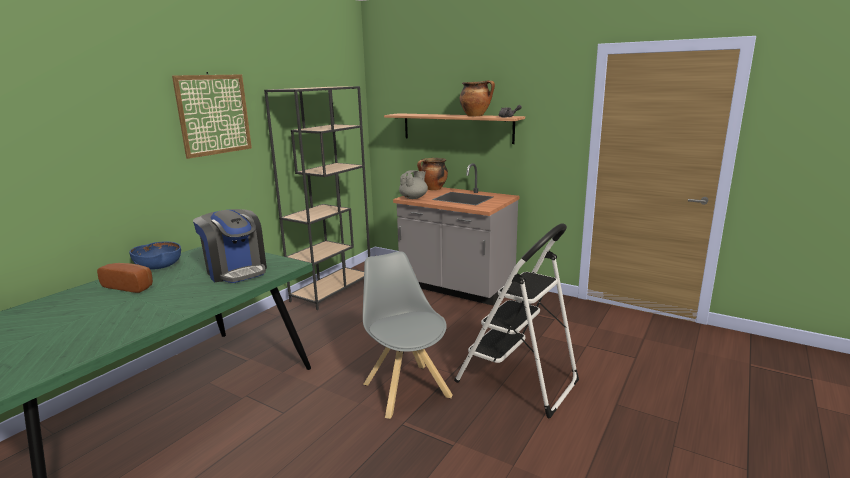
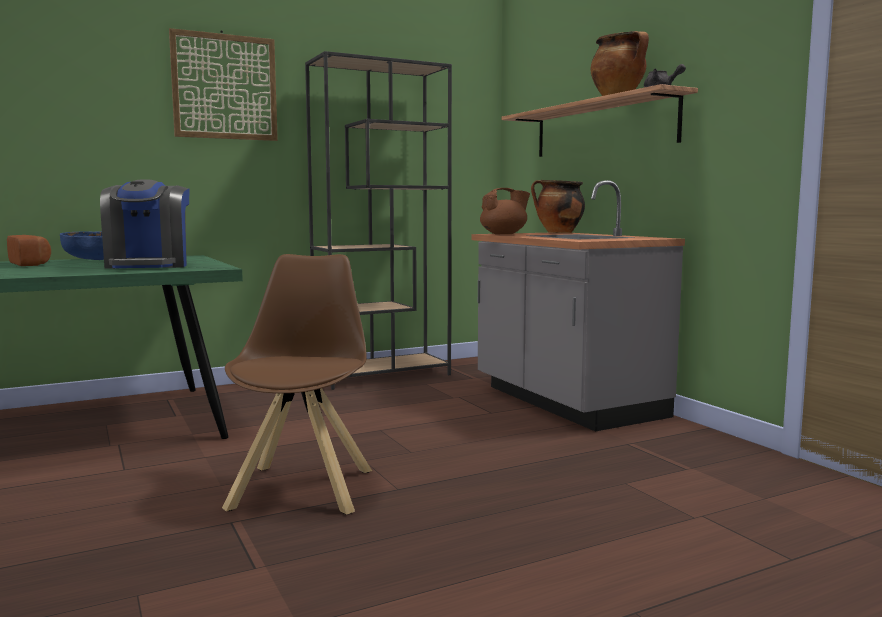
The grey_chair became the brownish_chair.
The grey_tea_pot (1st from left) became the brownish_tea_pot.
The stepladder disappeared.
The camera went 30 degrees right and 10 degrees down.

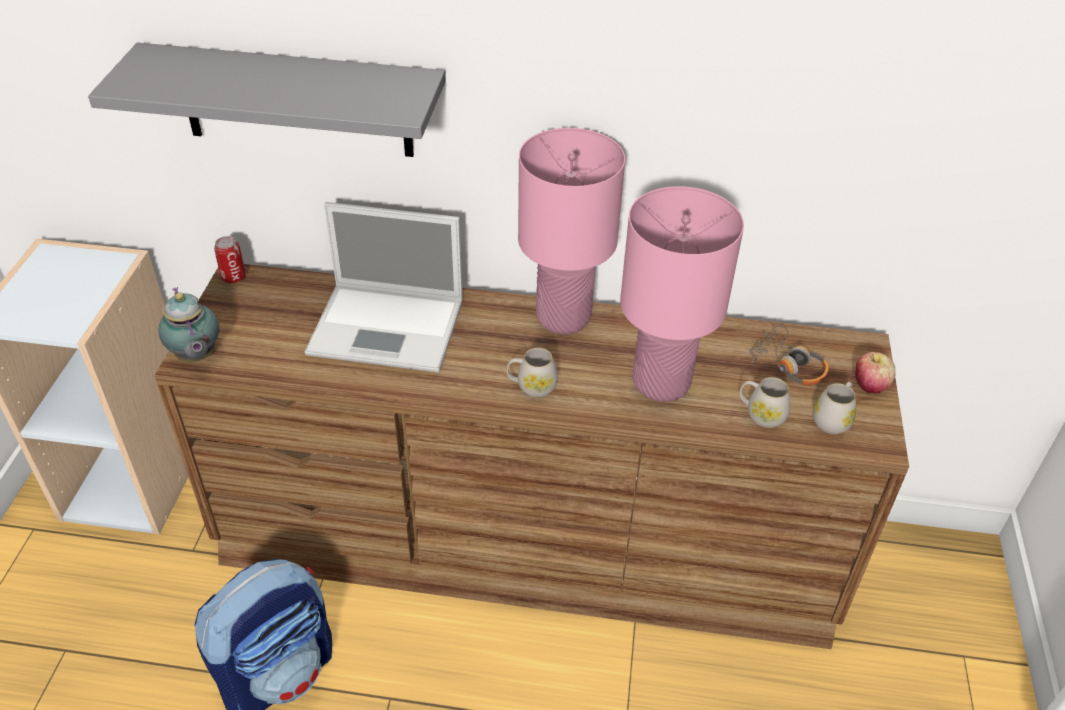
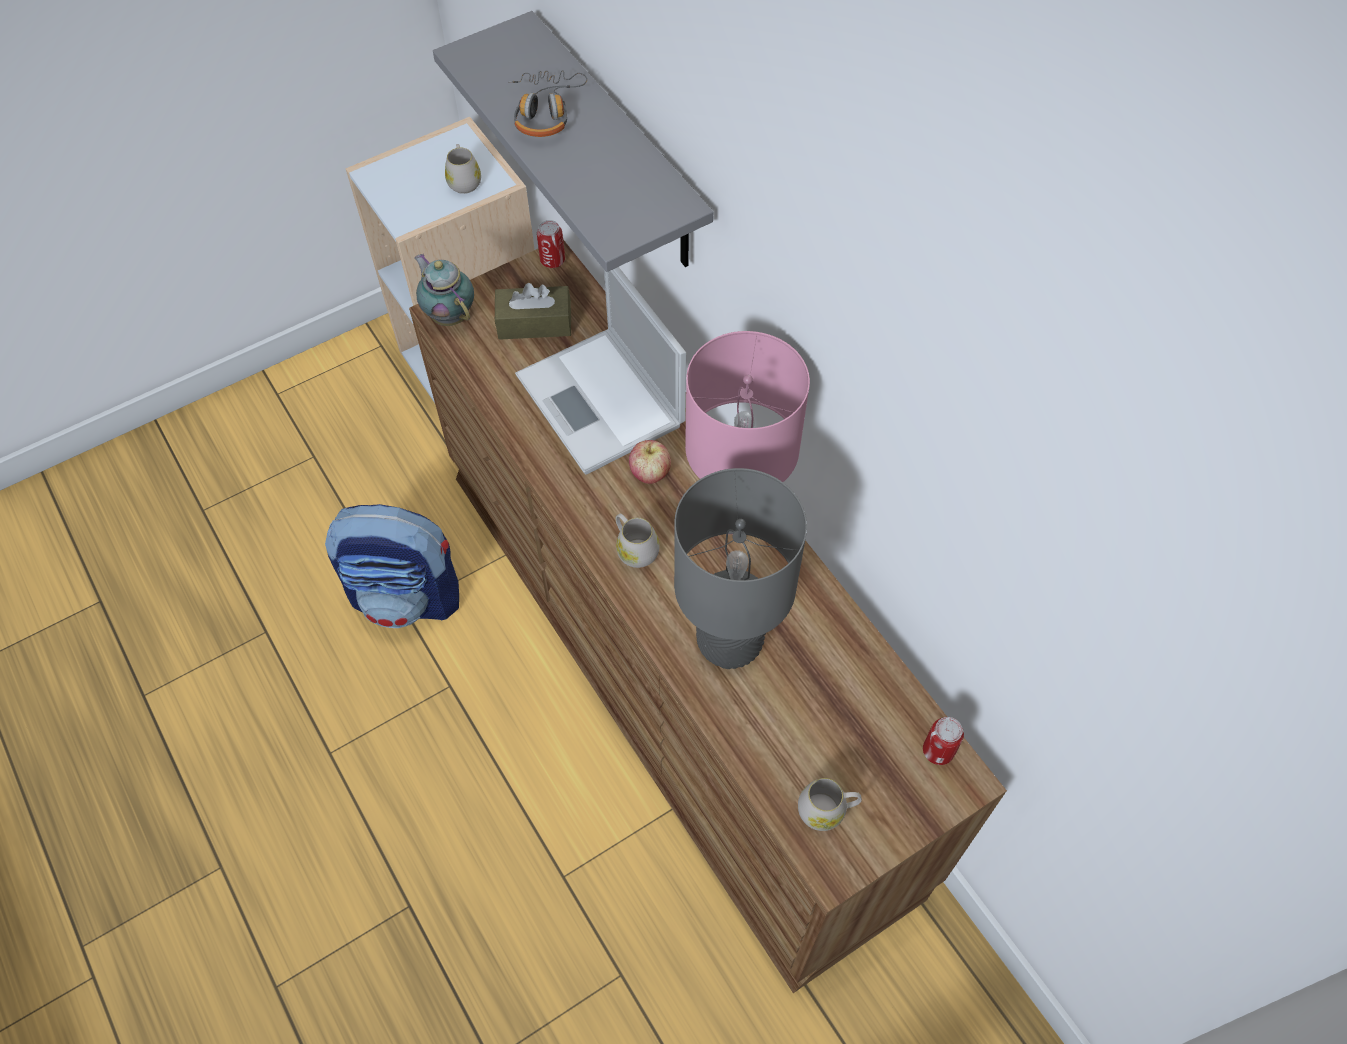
The tea_pot turned 120 degrees clockwise.
The white-coloured_tea_mug (2nd from left in the first image) moved.
The brownish_tissue_box appeared.
The headphones moved.
The apple_fruit moved.
The pinkish_tabletop_lamp (2nd from left) became the grey_tabletop_lamp.
The metal_can (2nd from left) appeared.
The camera went 50 degrees right and 15 degrees up.

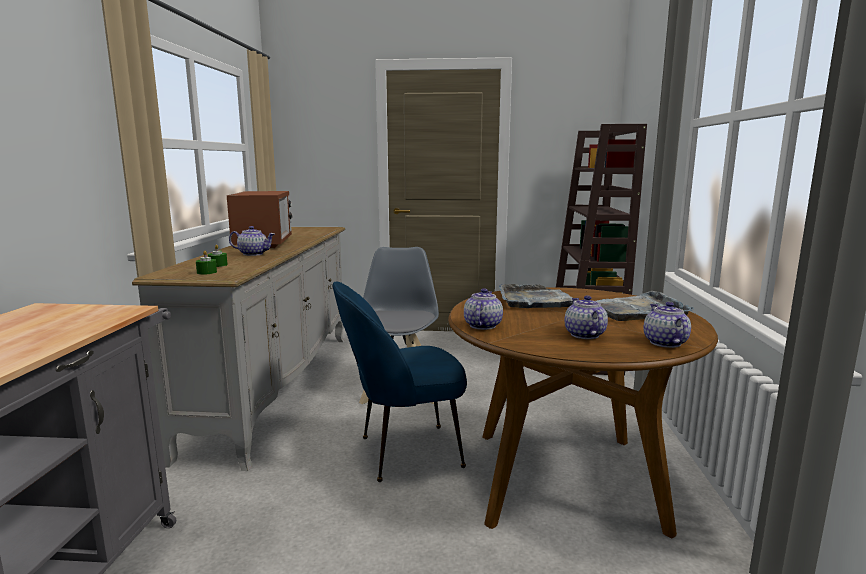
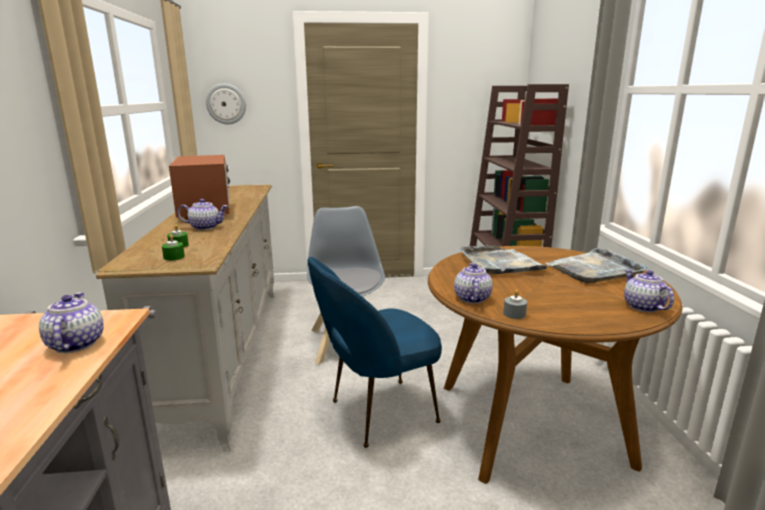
The tea_pot (3rd from left in the first image) moved.
The wall_clock appeared.
The grey_wax_light appeared.
The camera went 10 degrees left and 5 degrees up.

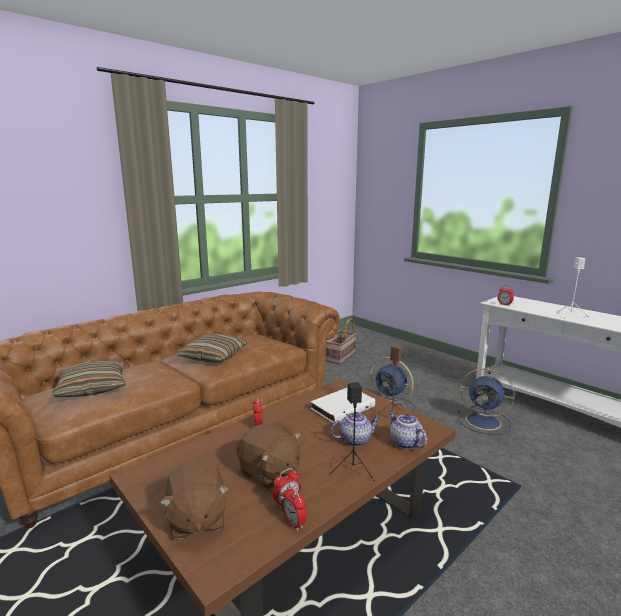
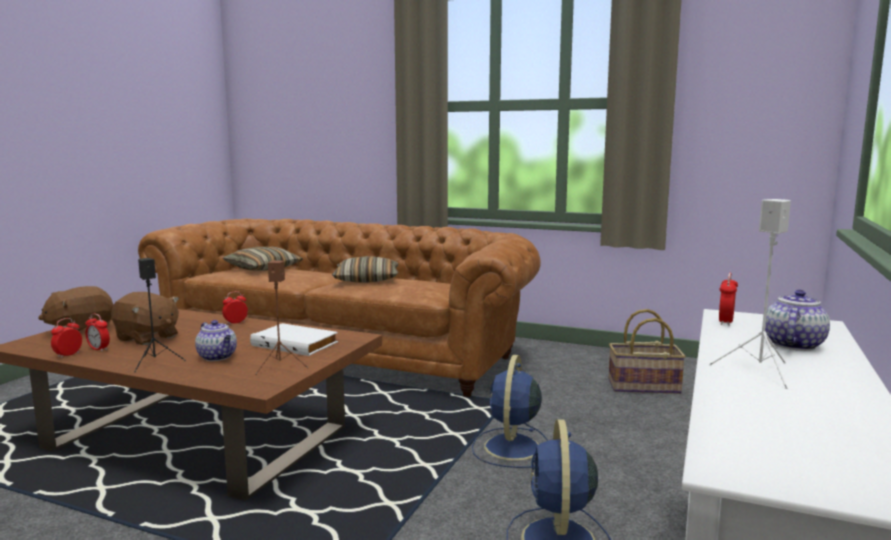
The brownish_plush_toy (2nd from left) turned 75 degrees counterclockwise.
The tea_pot (2nd from left) moved.
The camera went 65 degrees right and 5 degrees down.

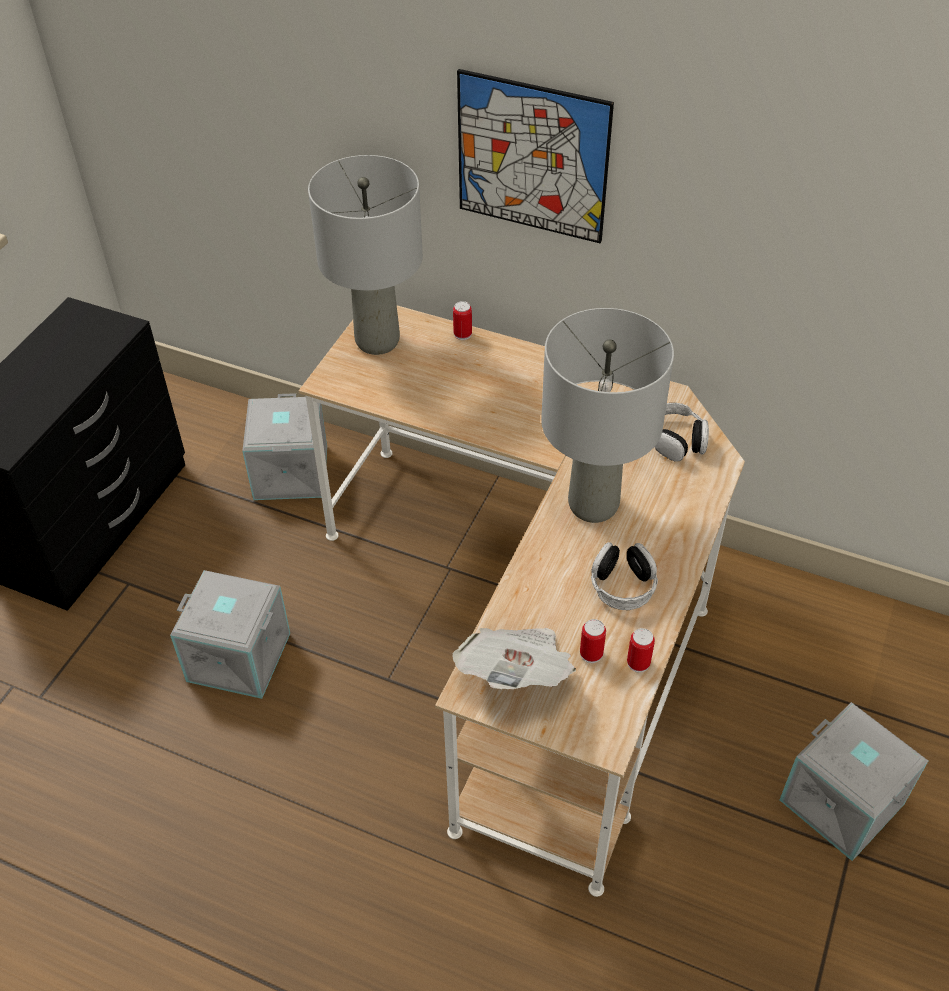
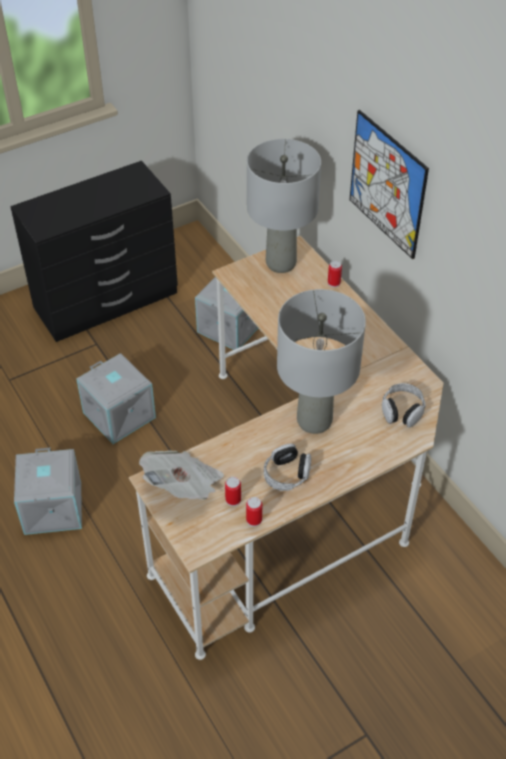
The grey_storage_bin (3rd from left in the first image) moved.
The camera went 35 degrees right and 0 degrees up.

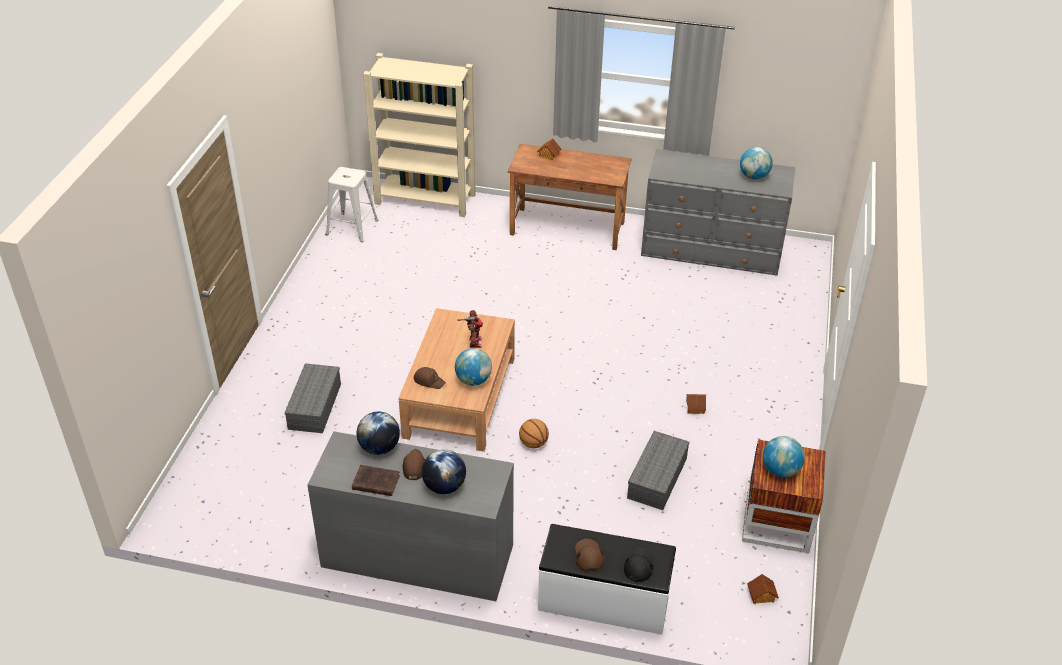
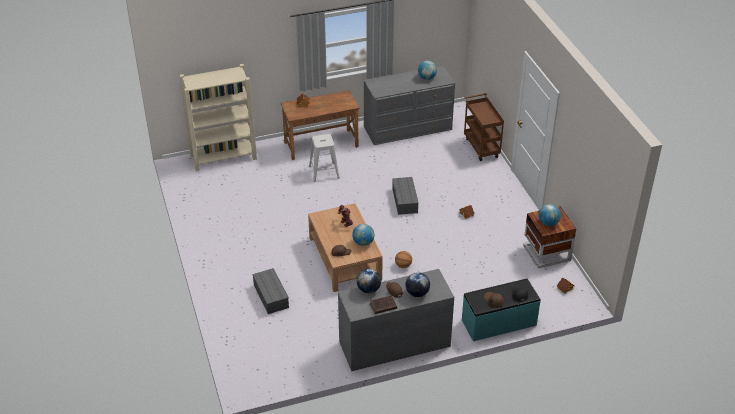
The white-coloured_stool moved.
The grey_storage_bin (2nd from left) moved.
The white-coloured_indoor_bench became the turquoise_indoor_bench.
The brownish_wheeled_cart appeared.
The camera went 30 degrees left and 0 degrees up.

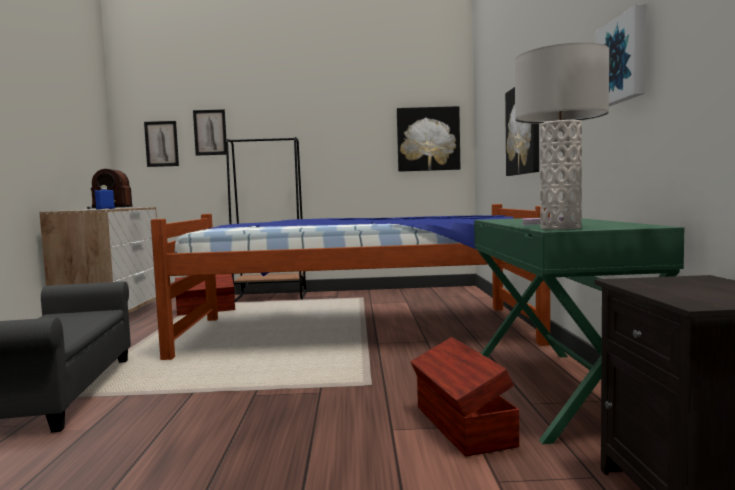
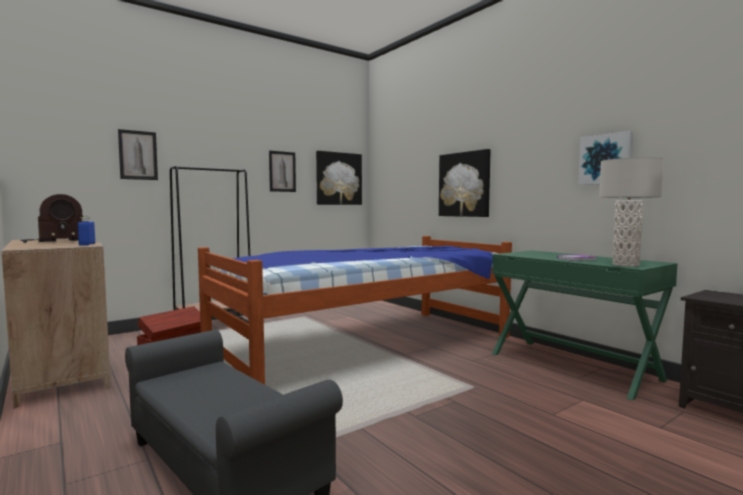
The picture (1st from left in the first image) moved.
The brownish_storage_bin (2nd from left) disappeared.
The camera went 35 degrees left and 0 degrees up.

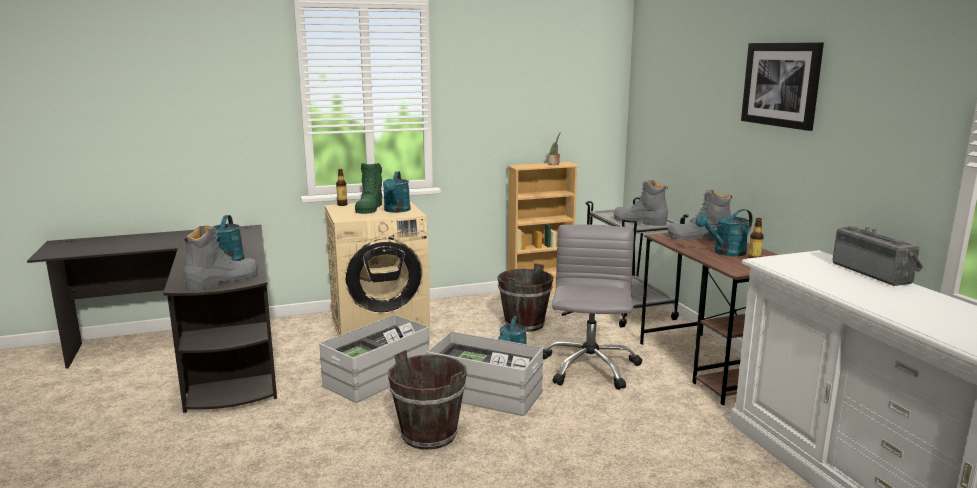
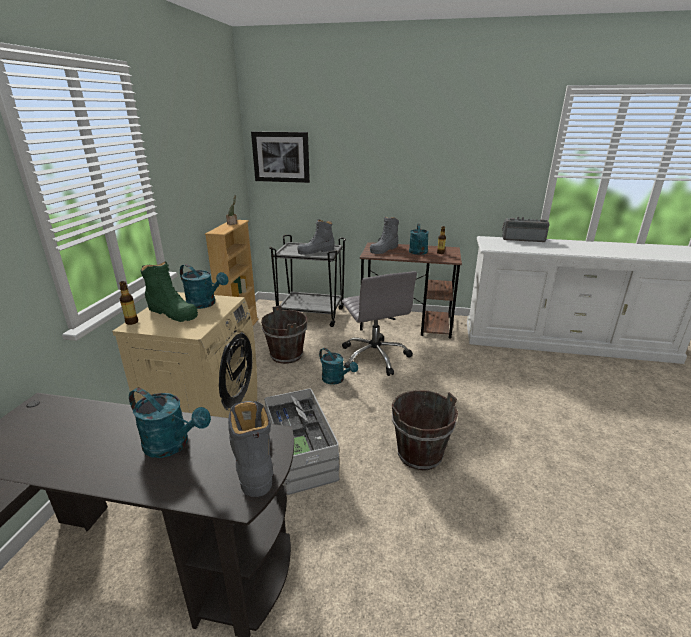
The picture moved.
The grey_computer_chair turned 150 degrees counterclockwise.
The grey_storage_bin (2nd from left) disappeared.
The camera went 60 degrees left and 10 degrees up.

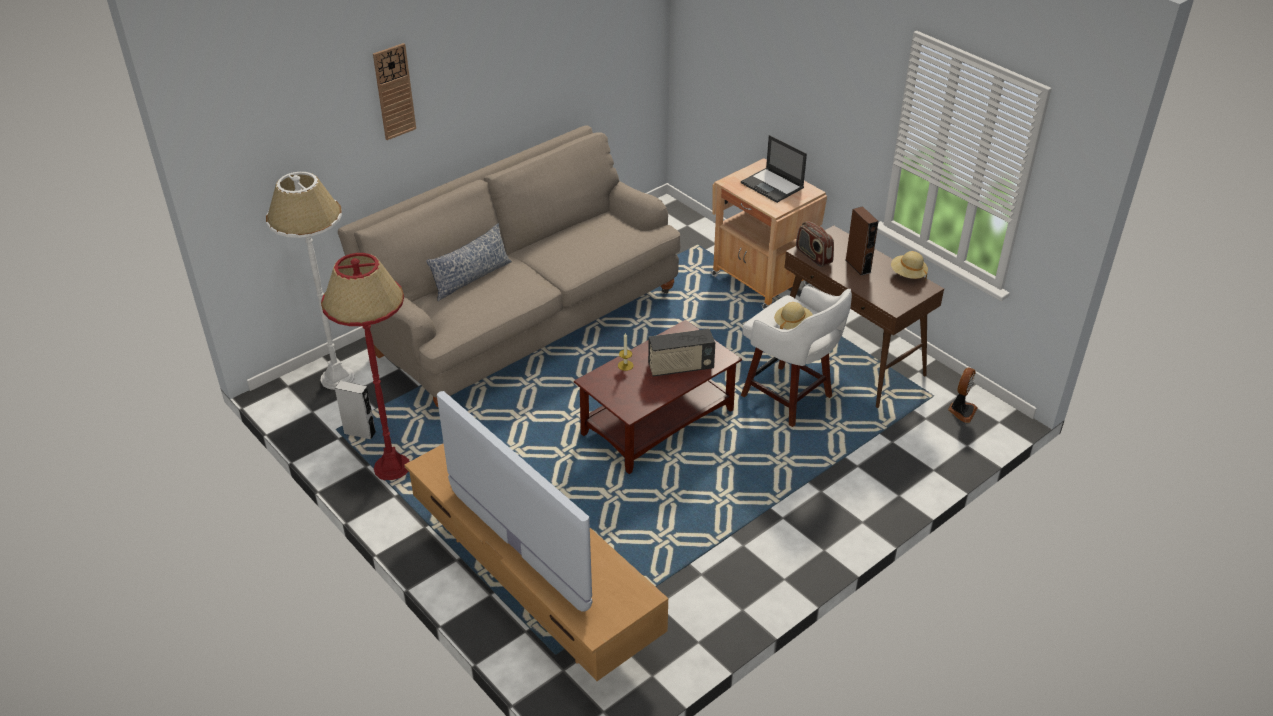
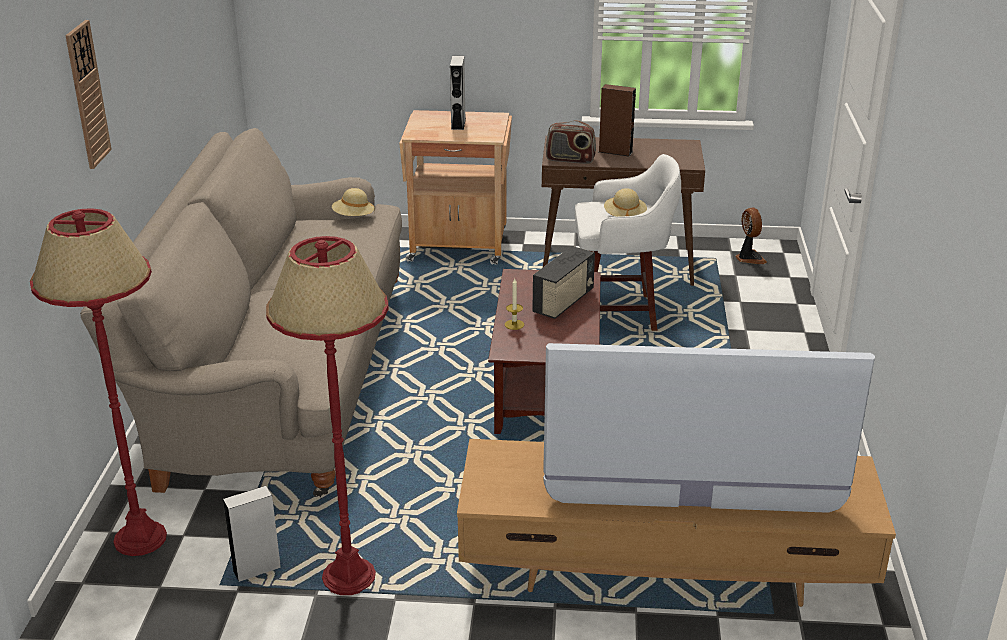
The white-coloured_standard_lamp became the red-coloured_standard_lamp (1st from left).
The sand-coloured_hat (2nd from left in the first image) moved.
The laptop was replaced by the grey_speaker (2nd from left).
The pillow disappeared.
The camera went 45 degrees left and 10 degrees down.

